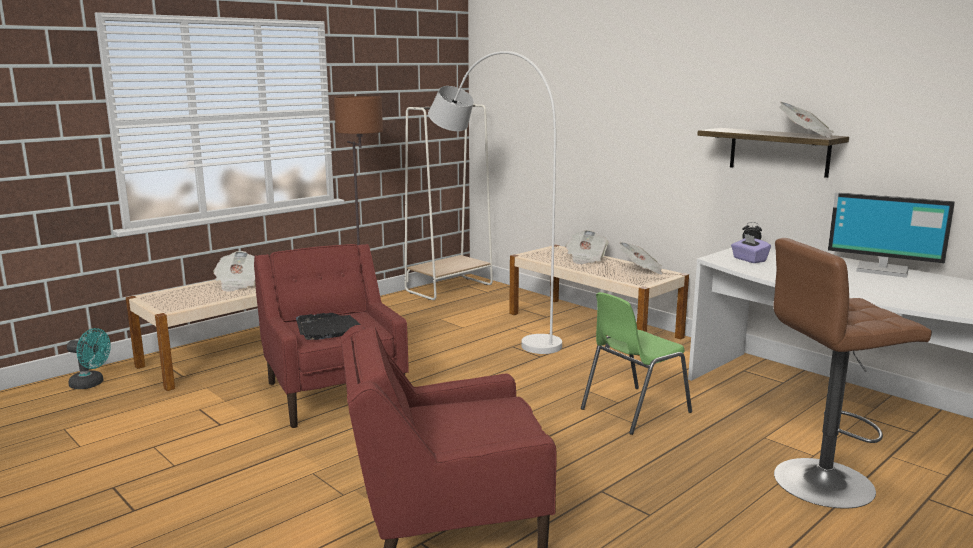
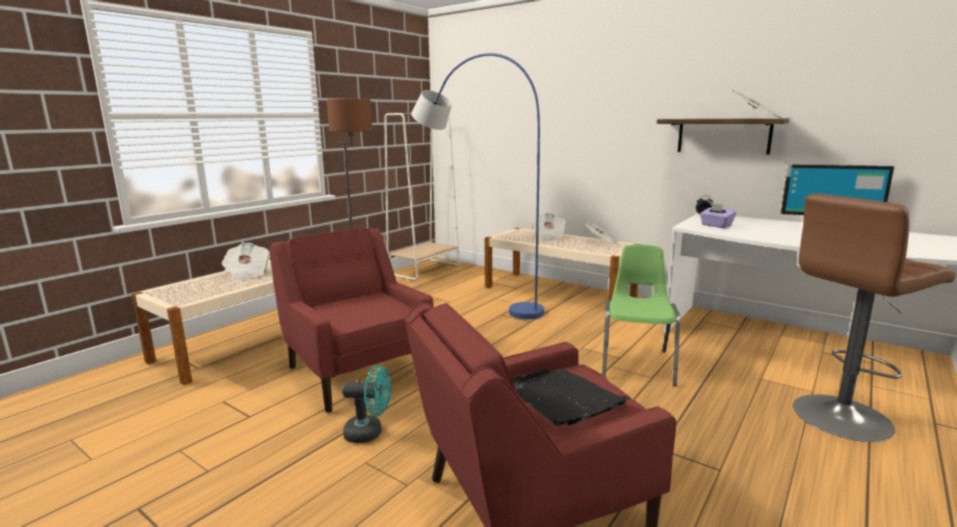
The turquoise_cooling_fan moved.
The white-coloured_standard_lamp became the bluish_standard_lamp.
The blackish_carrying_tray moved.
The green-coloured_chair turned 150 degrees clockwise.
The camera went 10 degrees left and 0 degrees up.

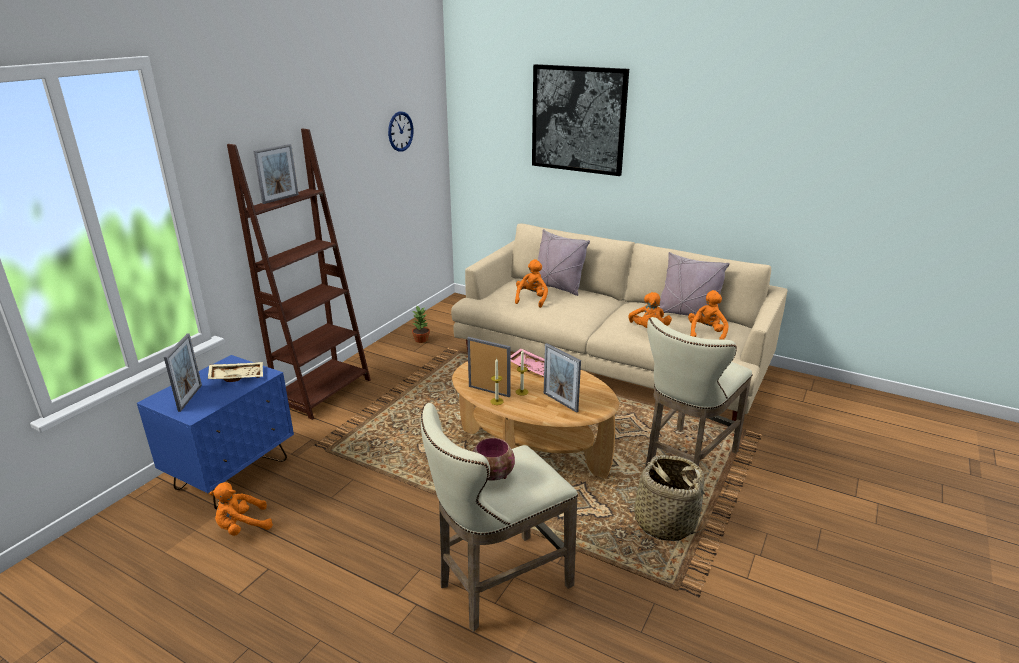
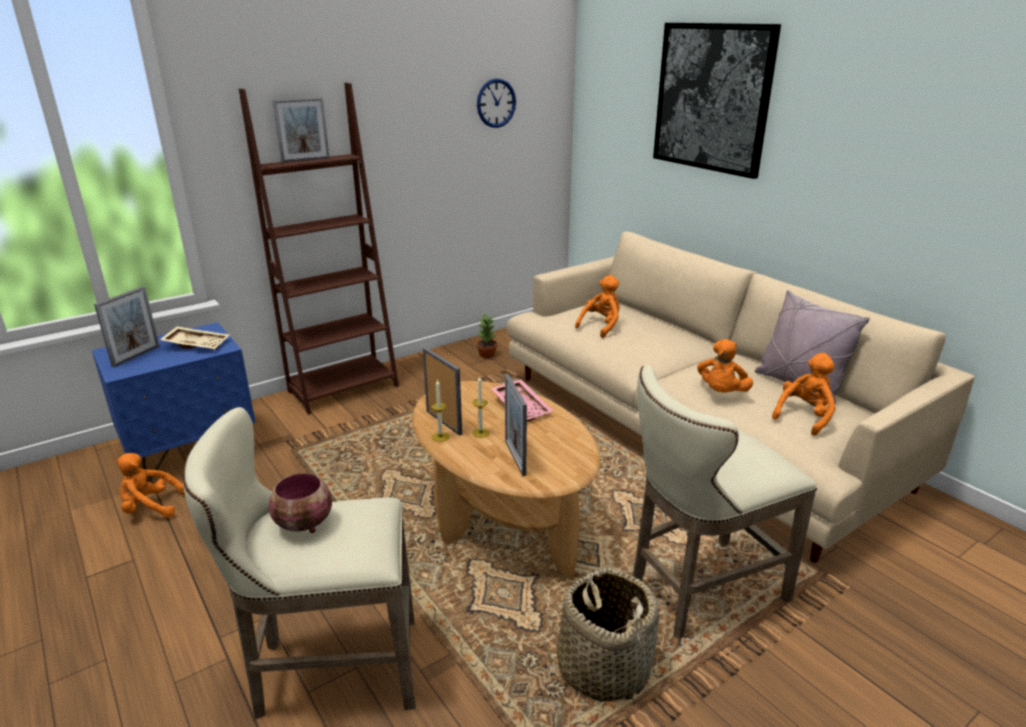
The purplish_pillow (1st from left) disappeared.
The camera went 25 degrees right and 0 degrees up.

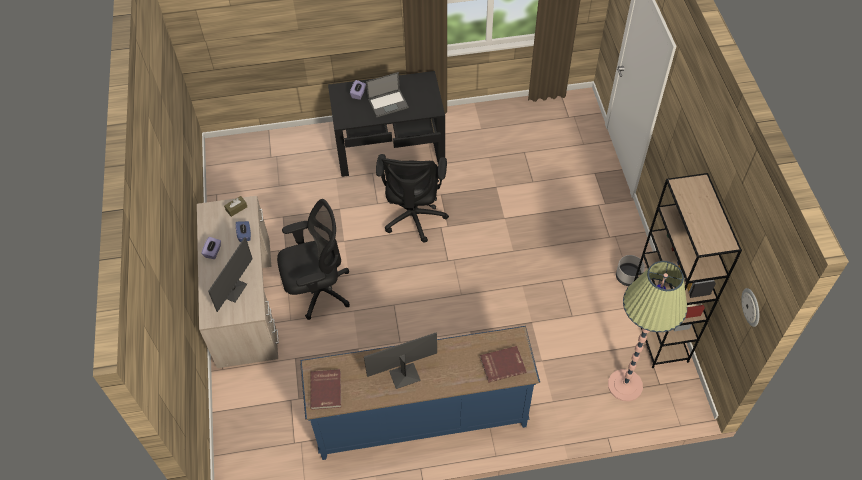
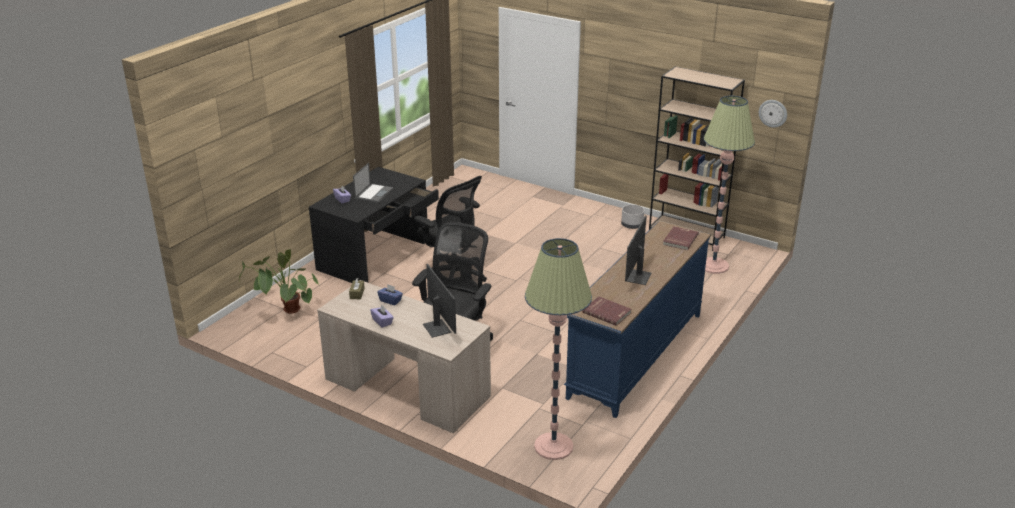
The potted_plant appeared.
The standard_lamp (1st from left) appeared.
The camera went 50 degrees left and 25 degrees down.

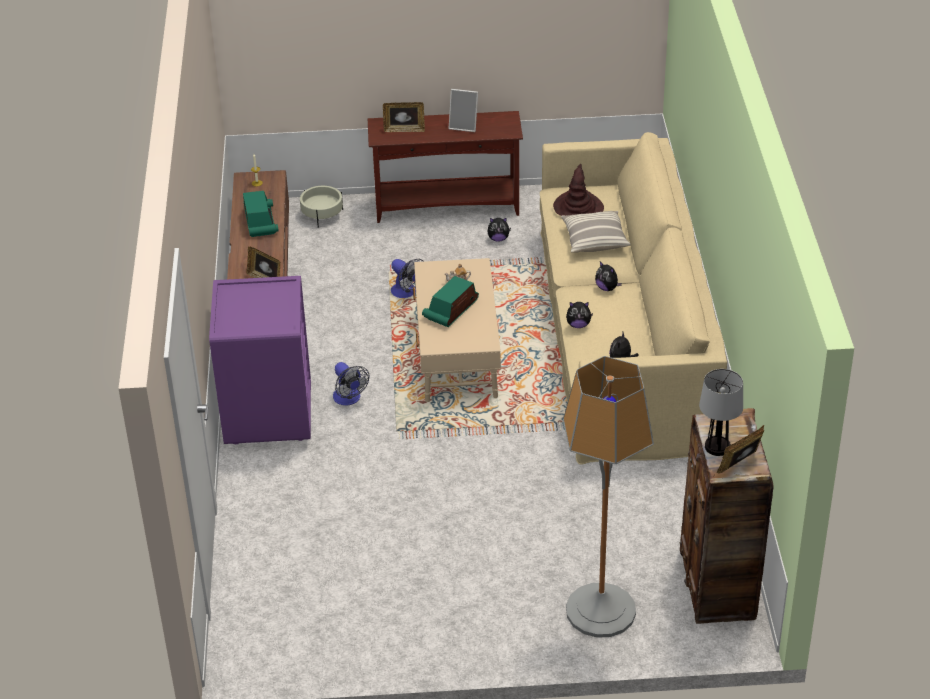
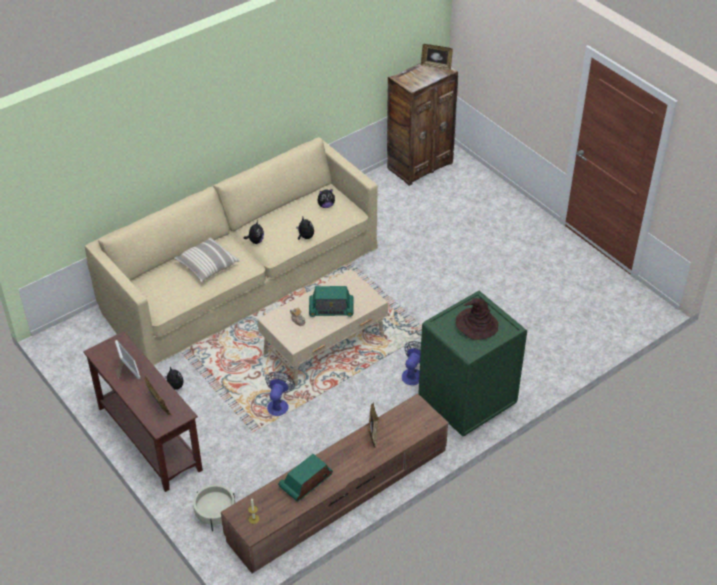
The purplish_drawer_chest became the green-coloured_drawer_chest.
The brownish_hat moved.
The standard_lamp disappeared.
The tabletop_lamp disappeared.
The camera went 125 degrees left and 5 degrees up.

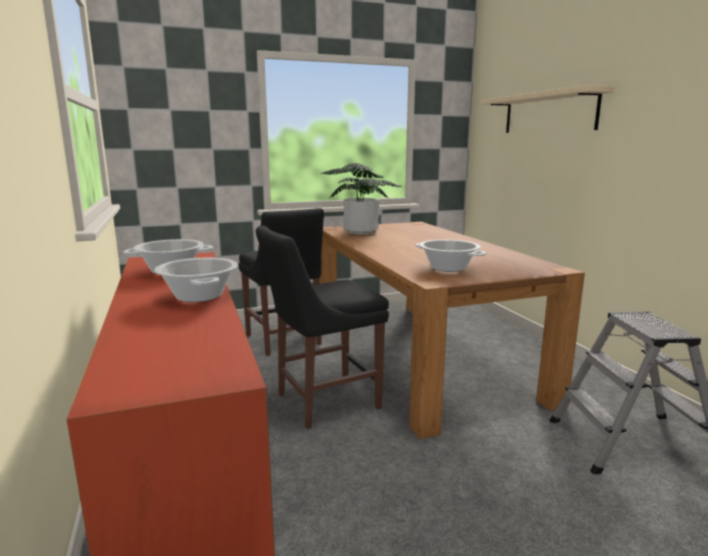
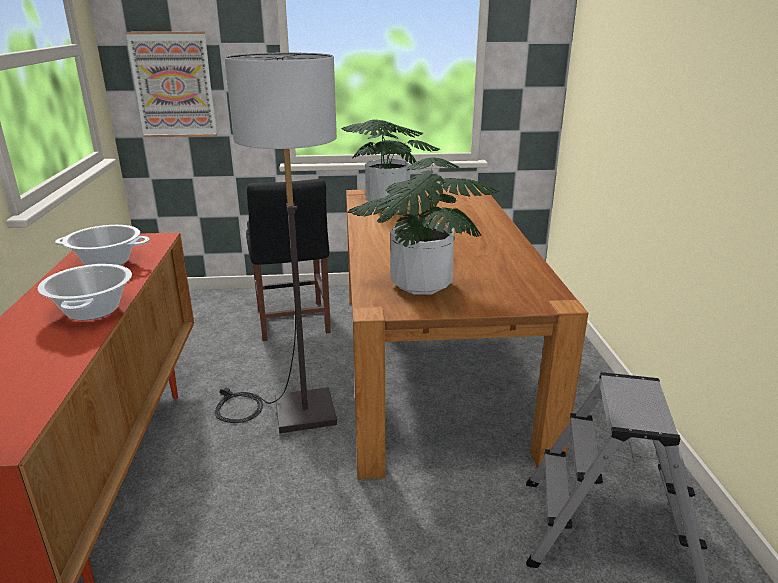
The picture appeared.
The blackish_chair (2nd from left) was replaced by the standard_lamp.
The cooking_pot (3rd from left) was replaced by the potted_plant (2nd from left).
The sand-coloured_bracket_shelf disappeared.
The camera went 15 degrees right and 10 degrees up.

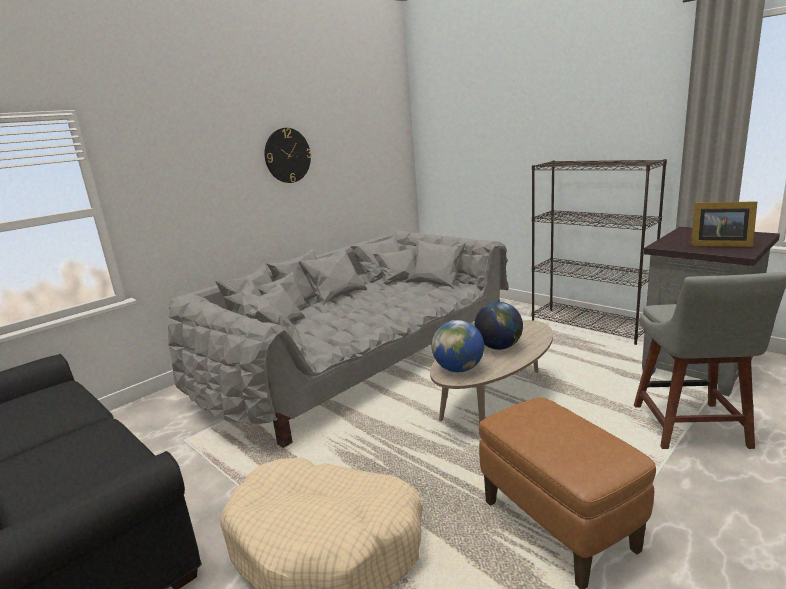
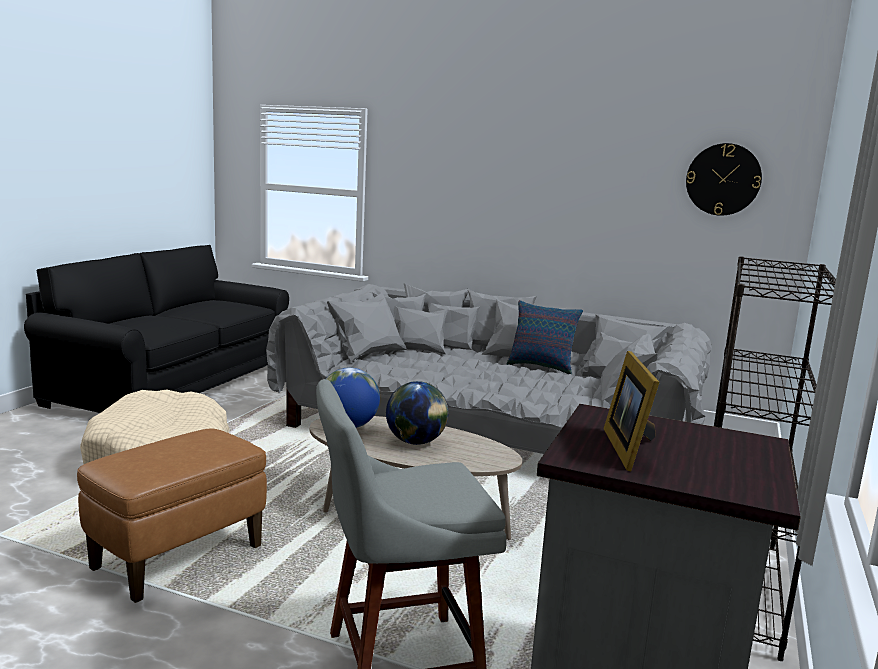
The bluish_pillow appeared.
The wall_clock moved.
The camera went 65 degrees right and 5 degrees down.

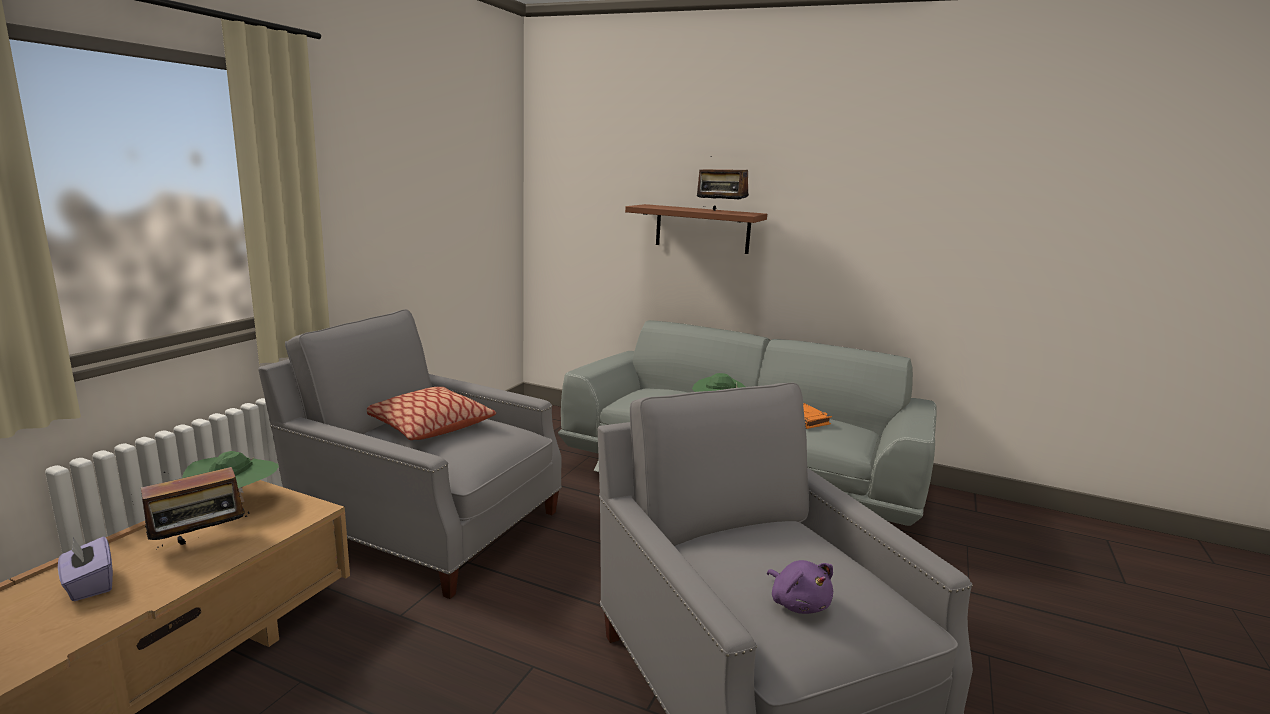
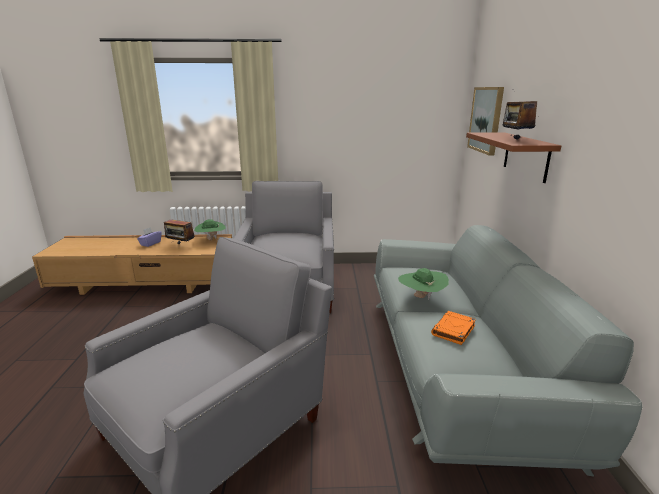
The picture appeared.
The pillow disappeared.
The purplish_plush_toy disappeared.
The camera went 65 degrees right and 5 degrees up.

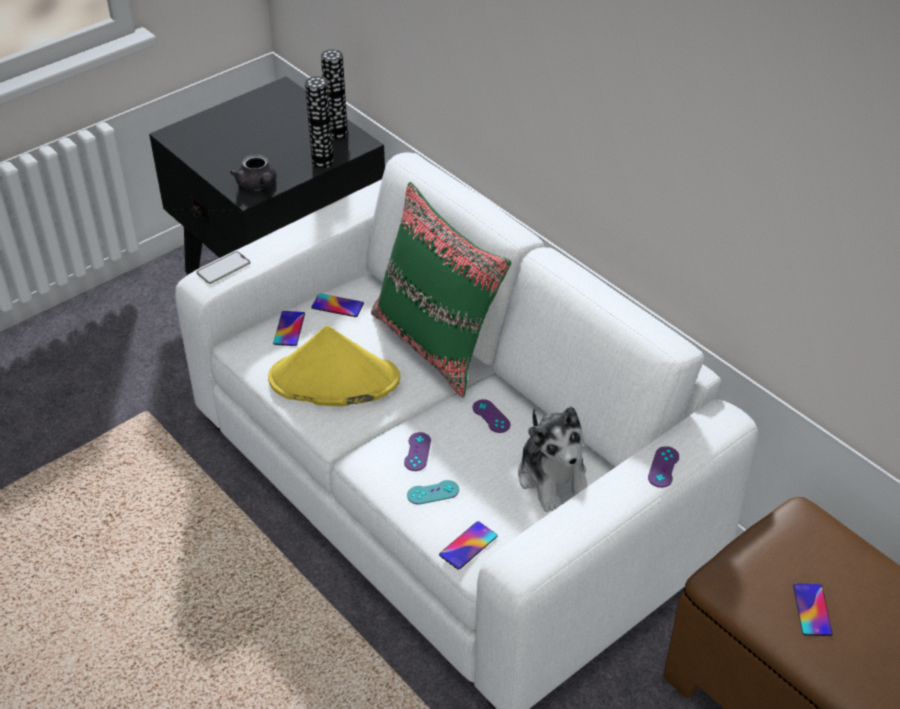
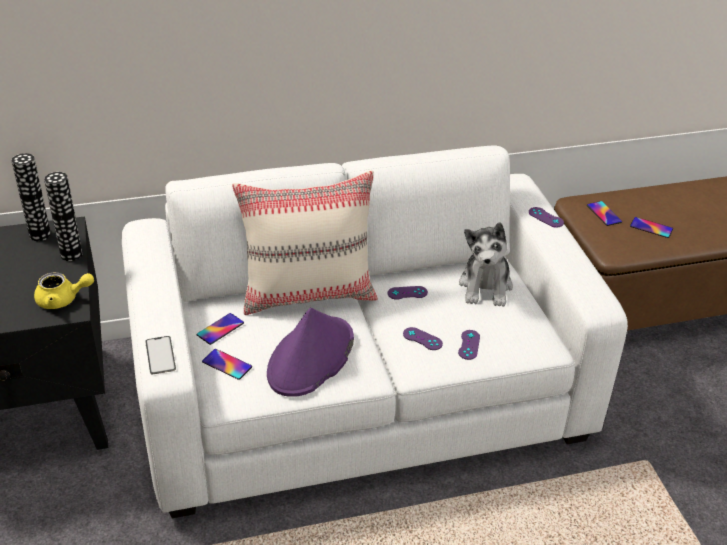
The grey_tea_pot became the yellow-coloured_tea_pot.
The green-coloured_pillow became the sand-coloured_pillow.
The yellow-coloured_hat became the purplish_hat.
The turquoise_joypad became the purplish_joypad (3rd from left).
The plush_toy turned 90 degrees clockwise.
The telephone (4th from left) moved.
The camera went 65 degrees left and 5 degrees down.

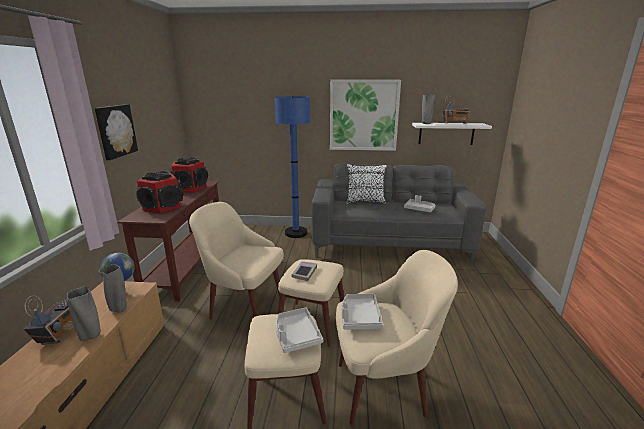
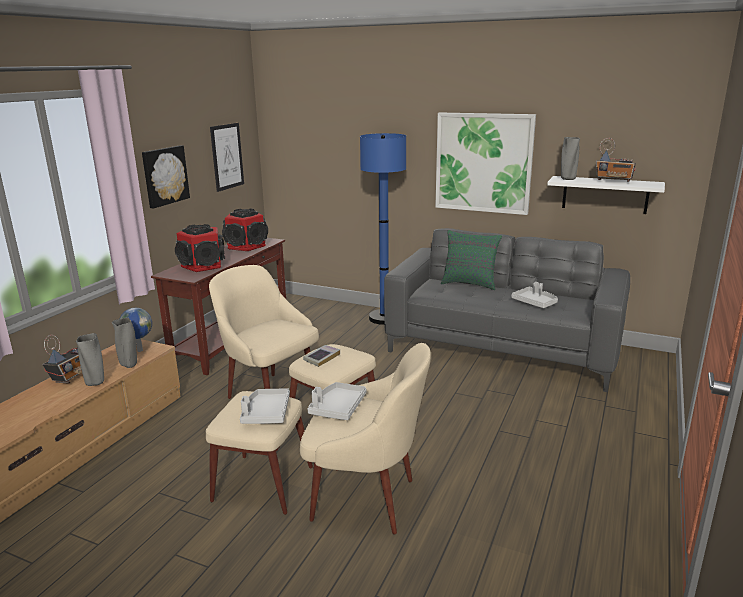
The picture (2nd from left) appeared.
The white-coloured_pillow became the green-coloured_pillow.
The camera went 20 degrees right and 0 degrees up.

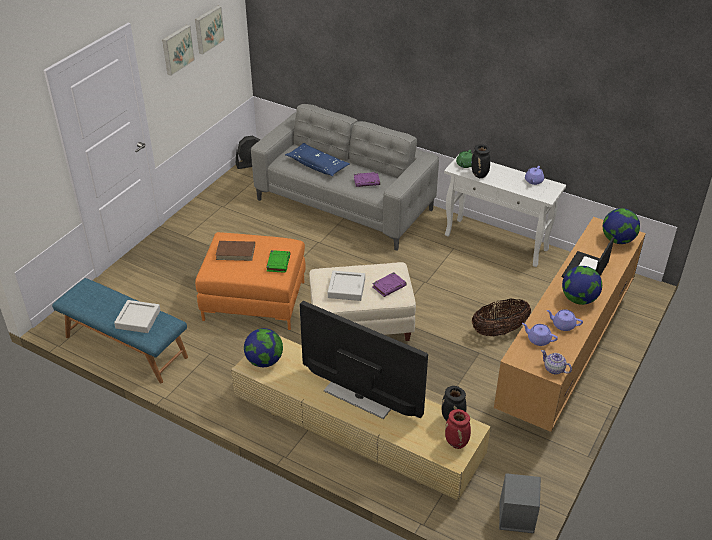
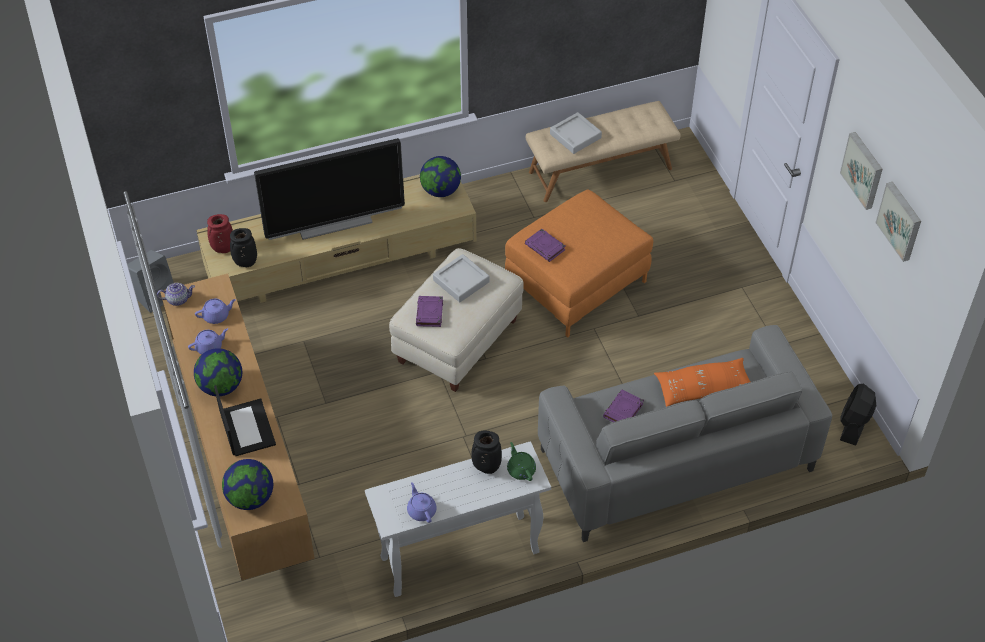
The green-coloured_book became the purplish_book (2nd from left).
The bluish_indoor_bench became the sand-coloured_indoor_bench.
The bluish_pillow became the orangey_pillow.
The brownish_book disappeared.
The basket disappeared.
The camera went 130 degrees right and 10 degrees up.

